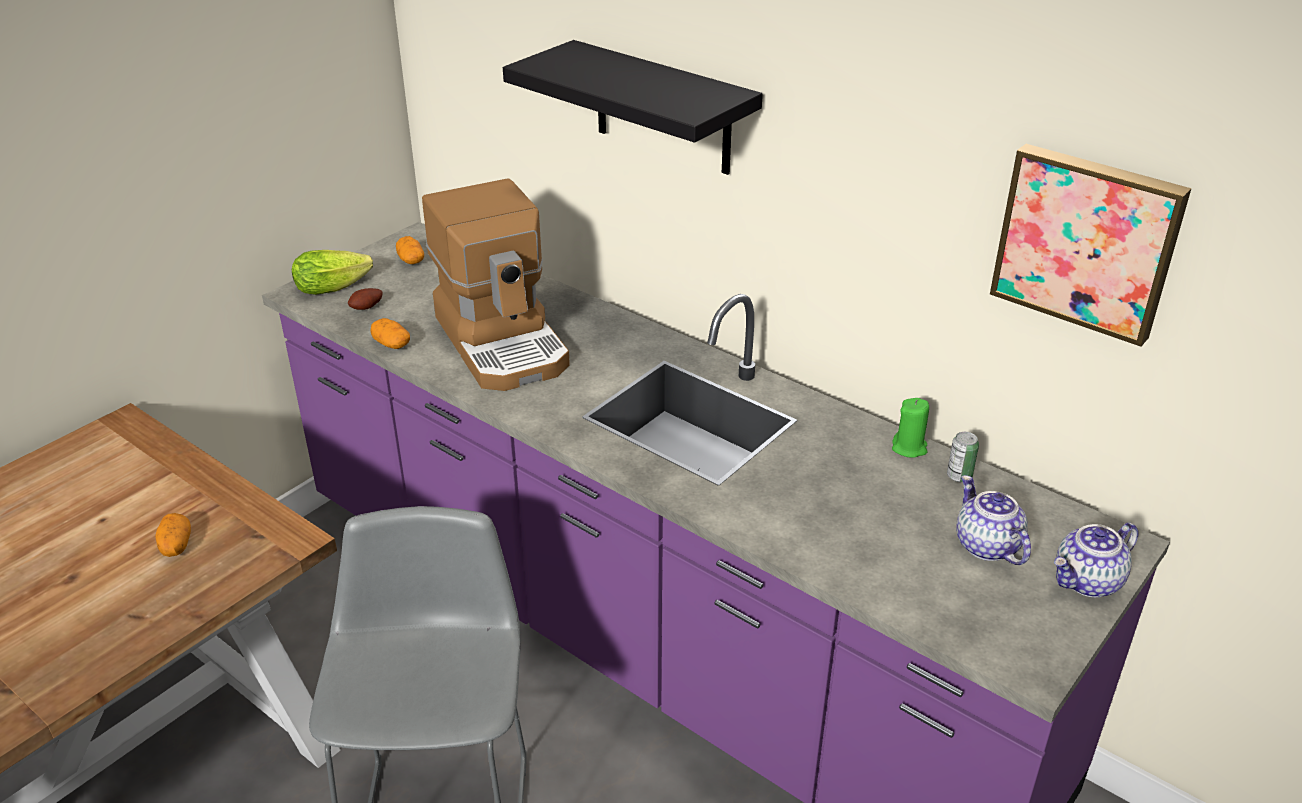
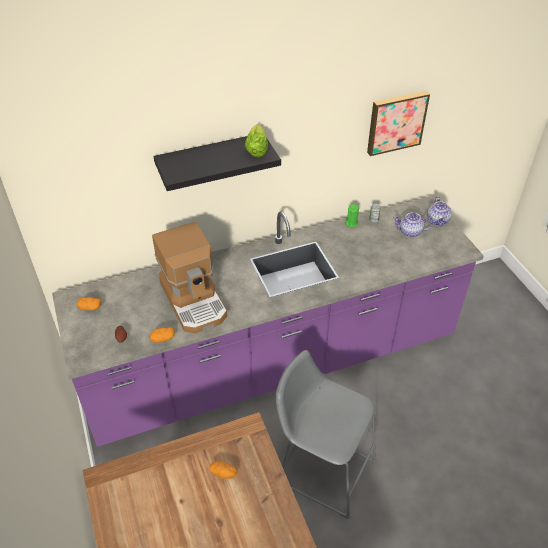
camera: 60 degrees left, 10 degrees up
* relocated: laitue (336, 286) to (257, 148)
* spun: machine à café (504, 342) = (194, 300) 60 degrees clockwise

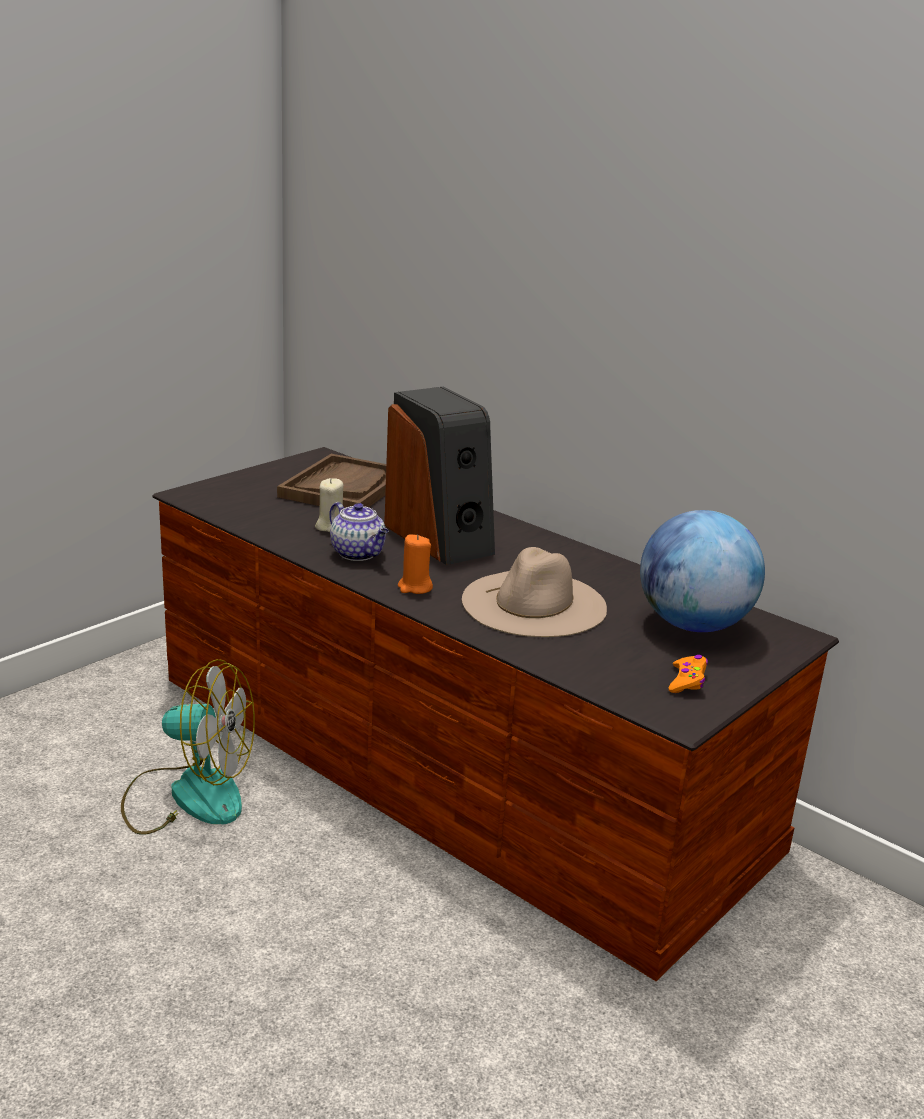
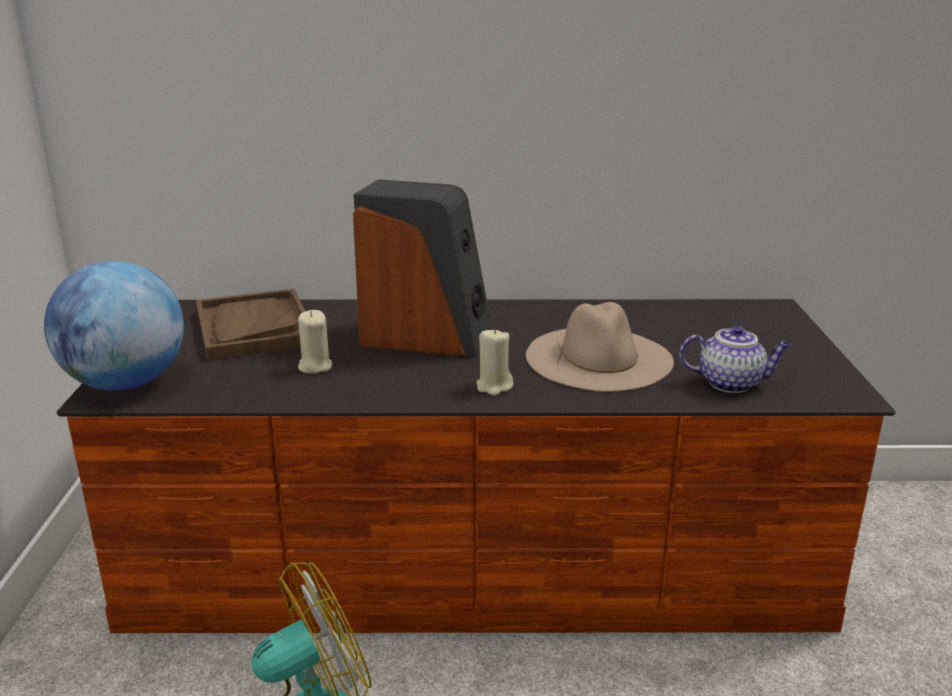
camera: 40 degrees left, 0 degrees up
* missing: manette/orange (687, 681)
* relocated: théière (359, 554) to (731, 383)
* relocated: globe (693, 625) to (126, 383)
* colour: bougie/orange (414, 587) to bougie/beige (494, 386)

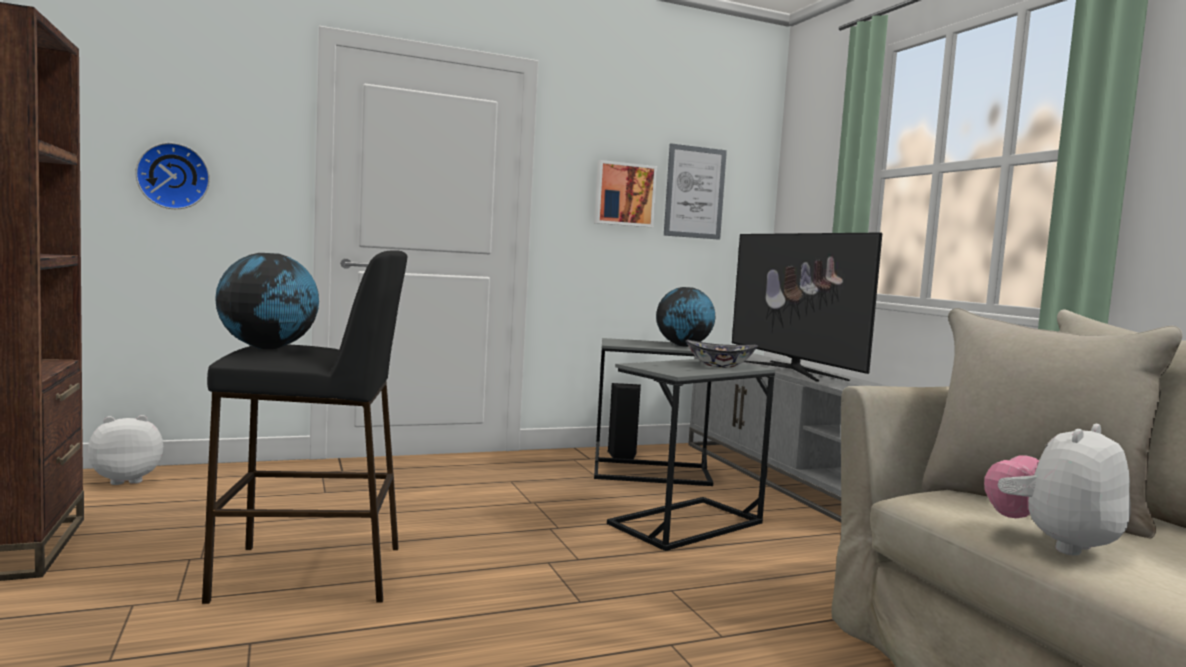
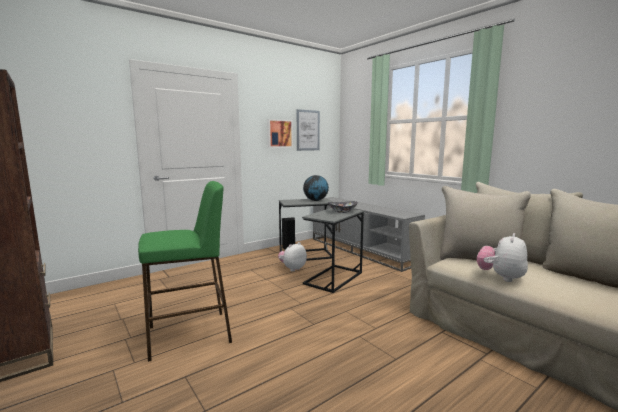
camera: 15 degrees left, 5 degrees up
* missing: horloge murale (174, 176)
* missing: globe (268, 348)
* missing: téléviseur (792, 370)
* relocated: peluche (127, 480) to (292, 268)
* colour: tabouret/noir (311, 573) to tabouret/vert (190, 334)

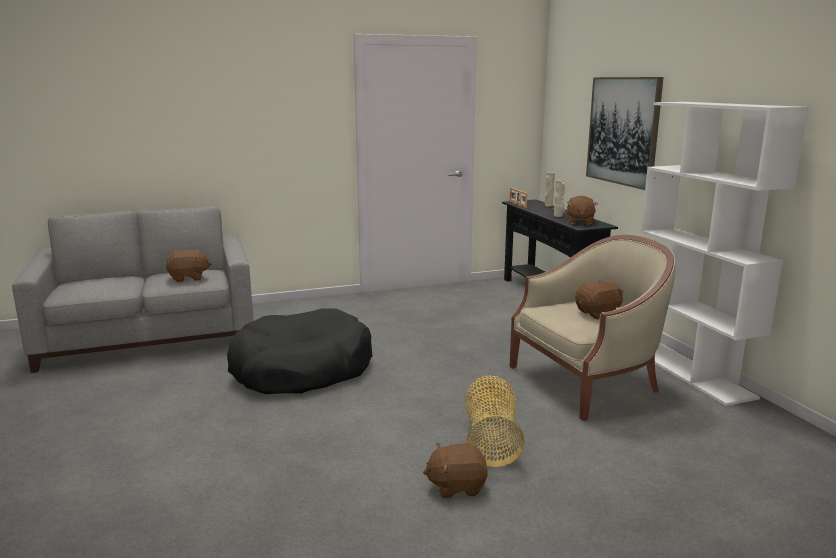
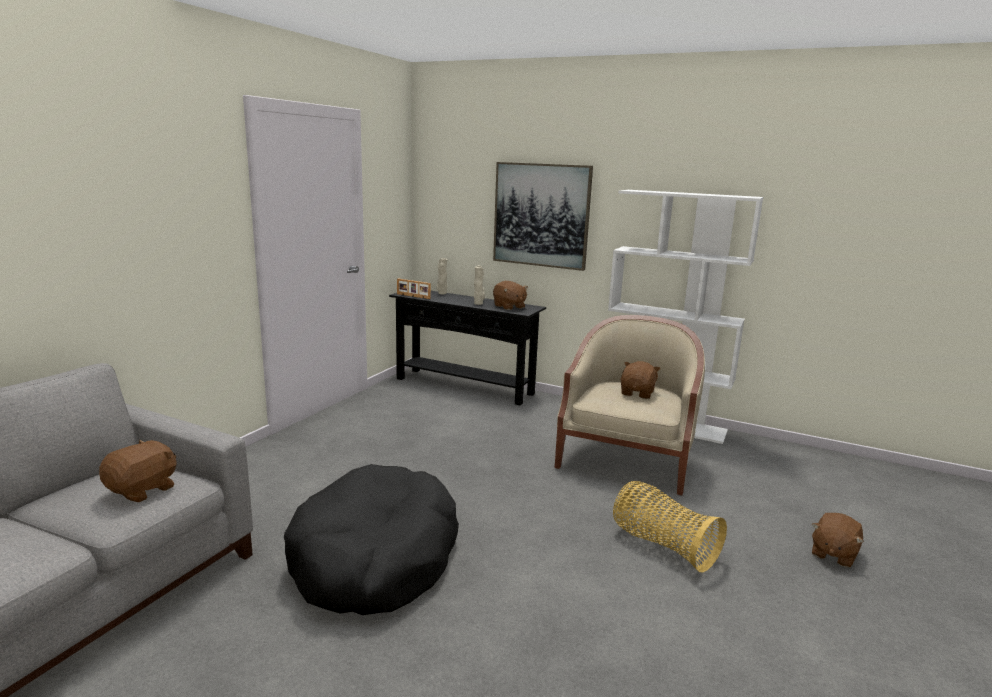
camera: 45 degrees left, 0 degrees up
* relocated: peluche/marron (456, 486) to (833, 554)

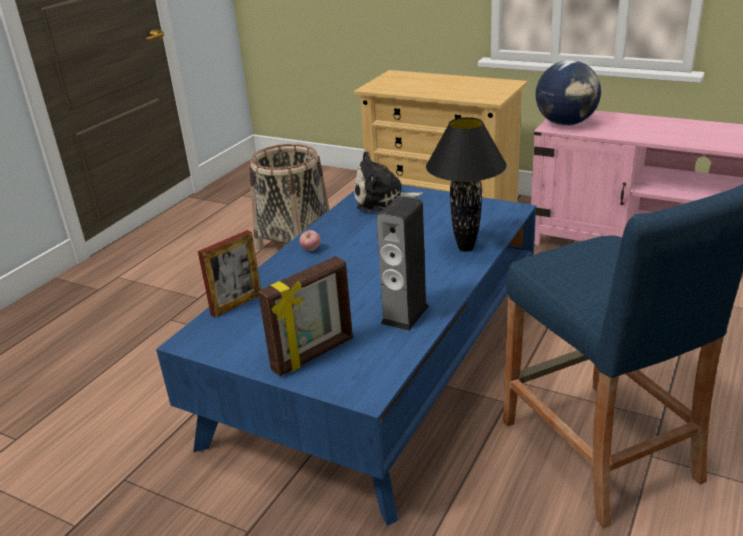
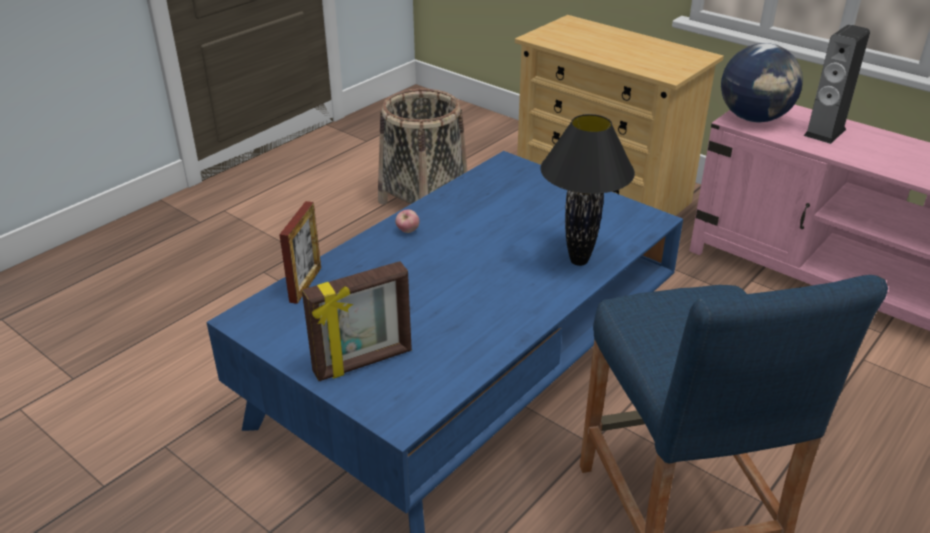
camera: 10 degrees right, 5 degrees up
* missing: peluche (383, 200)
* relocated: enceinte (405, 314) to (824, 132)
* spun: cadre photo (236, 304) = (305, 284) 45 degrees counterclockwise

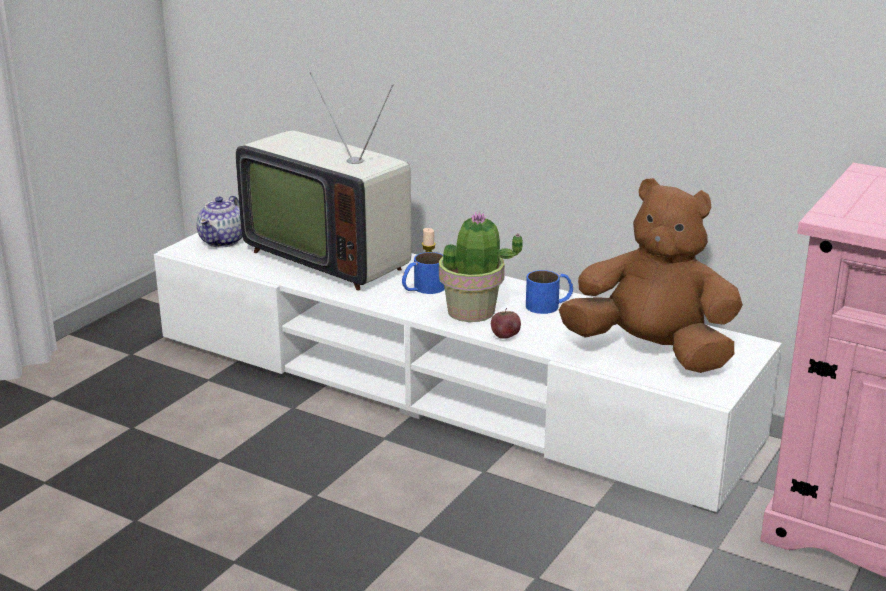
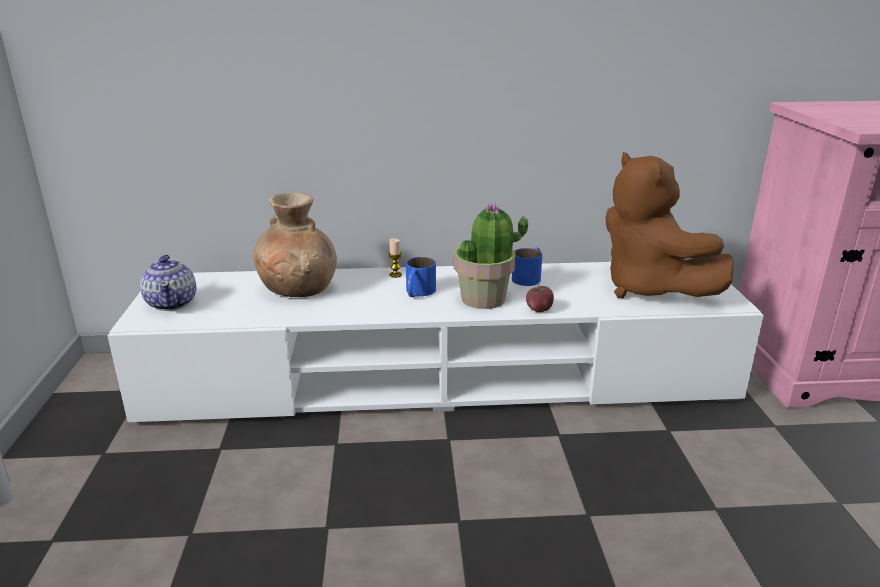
camera: 35 degrees left, 0 degrees up
* exchanged: téléviseur (330, 257) to vase/marron (299, 289)
* spun: peluche/marron (651, 352) = (649, 289) 105 degrees counterclockwise

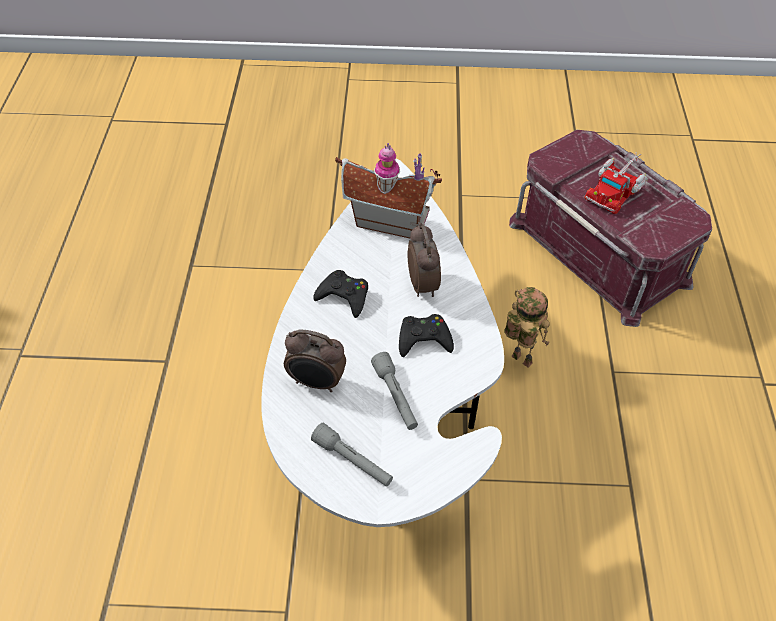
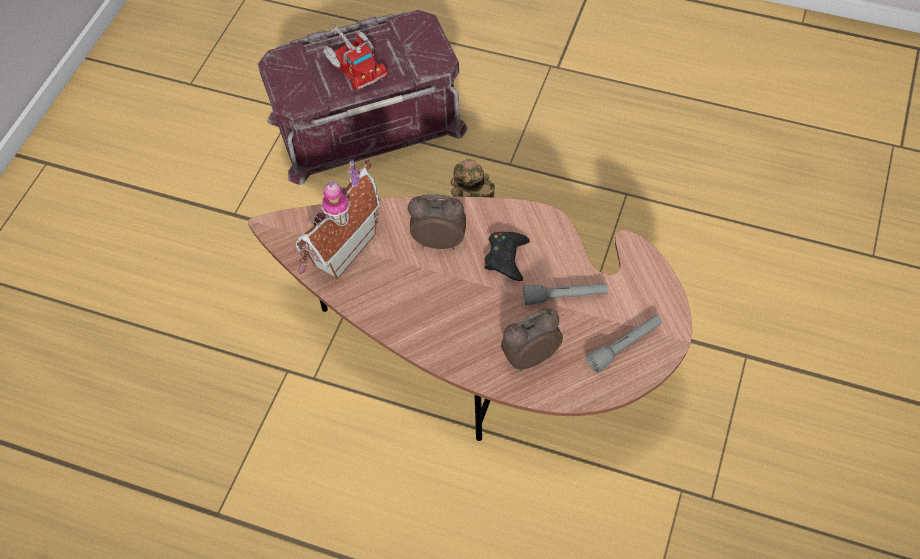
camera: 70 degrees left, 5 degrees up
* missing: manette/noir (344, 296)
* colour: table basse/blanc (384, 405) to table basse/marron (486, 357)
* spun: réveil (316, 382) = (529, 357) 150 degrees counterclockwise

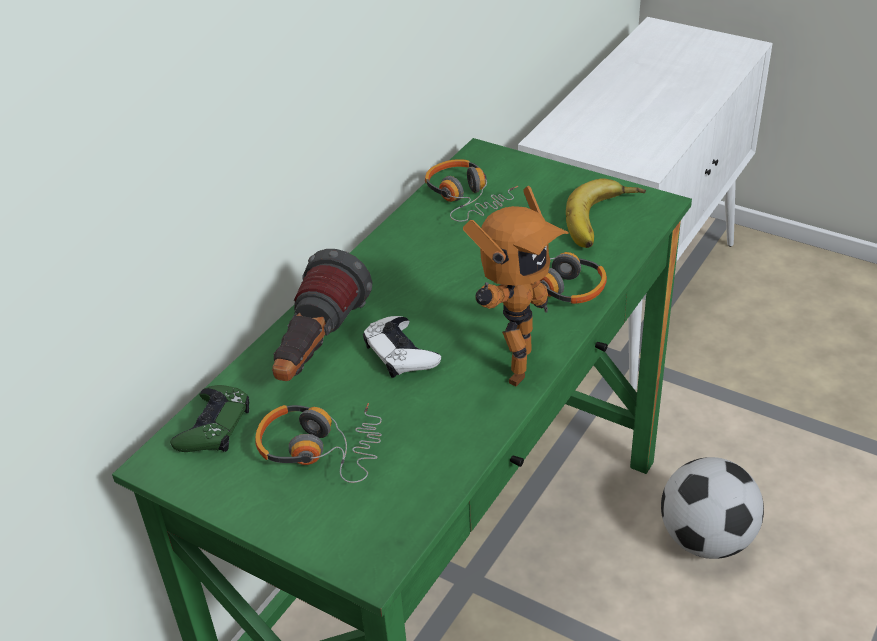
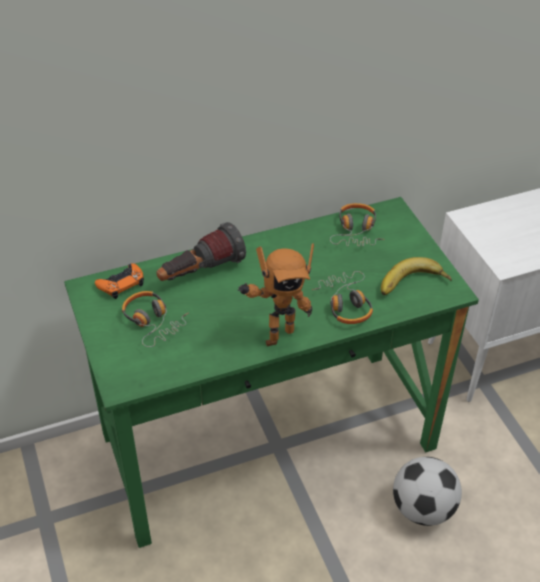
camera: 35 degrees right, 5 degrees up
* missing: manette/blanc (400, 353)
* colour: manette/vert (214, 426) to manette/orange (121, 284)

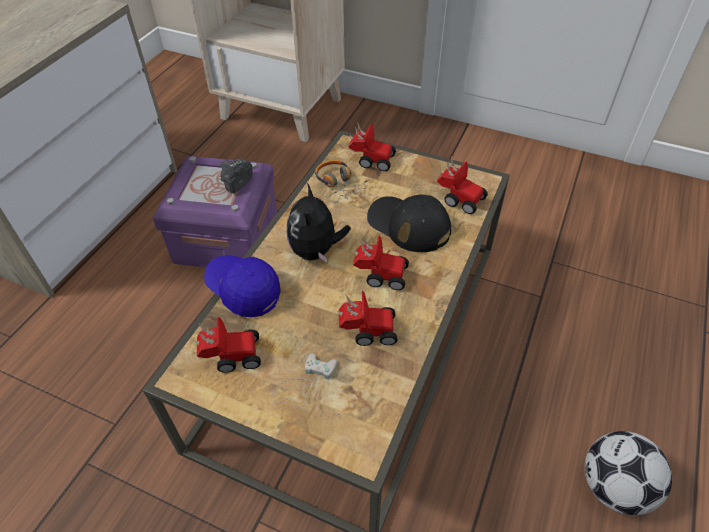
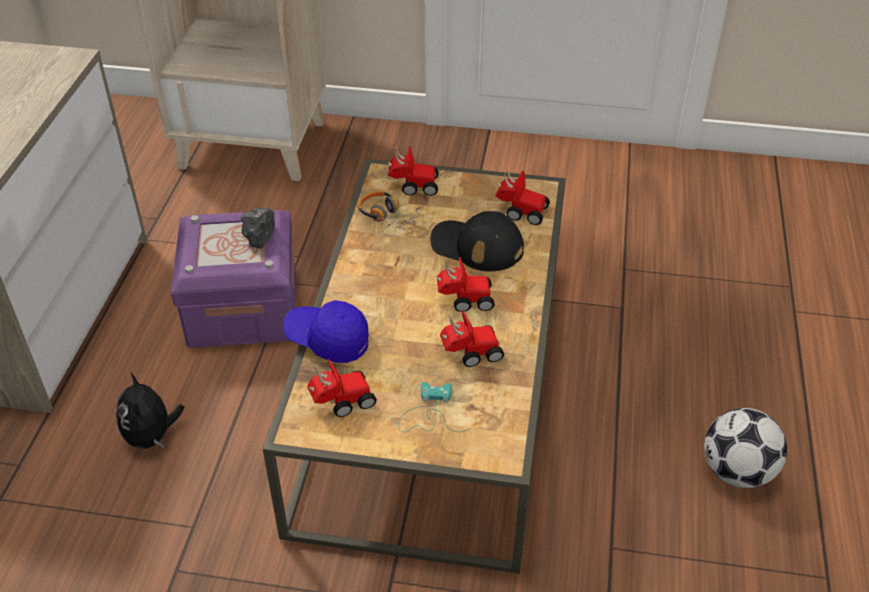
camera: 15 degrees left, 5 degrees down
* relocated: peluche (316, 251) to (152, 436)
* colour: manette/blanc (307, 387) to manette/turquoise (429, 413)

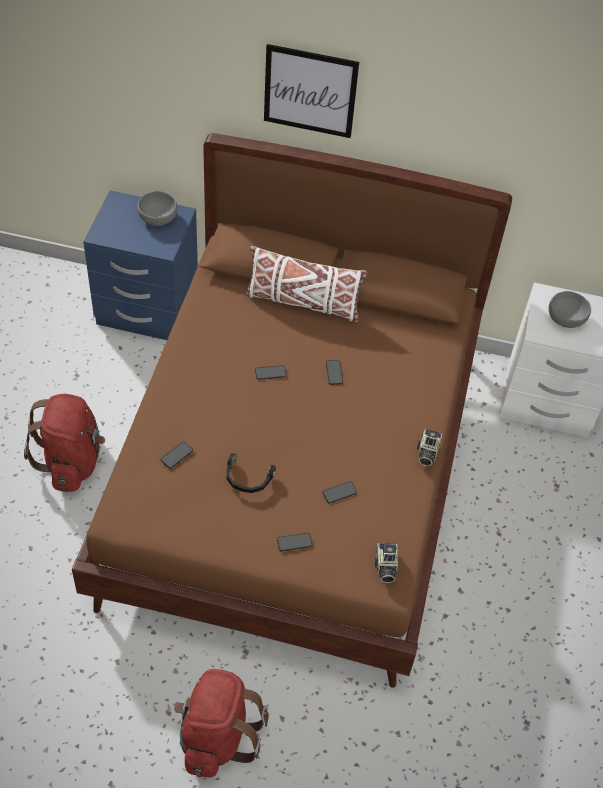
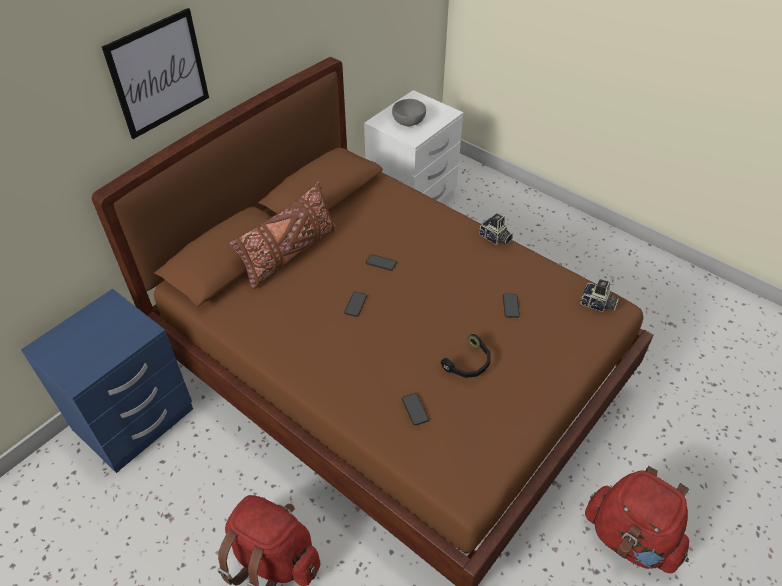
camera: 60 degrees left, 5 degrees down
* missing: bol/gris (157, 217)
* missing: téléphone (294, 542)
* colour: coussin/blanc (303, 302) to coussin/marron (289, 254)

